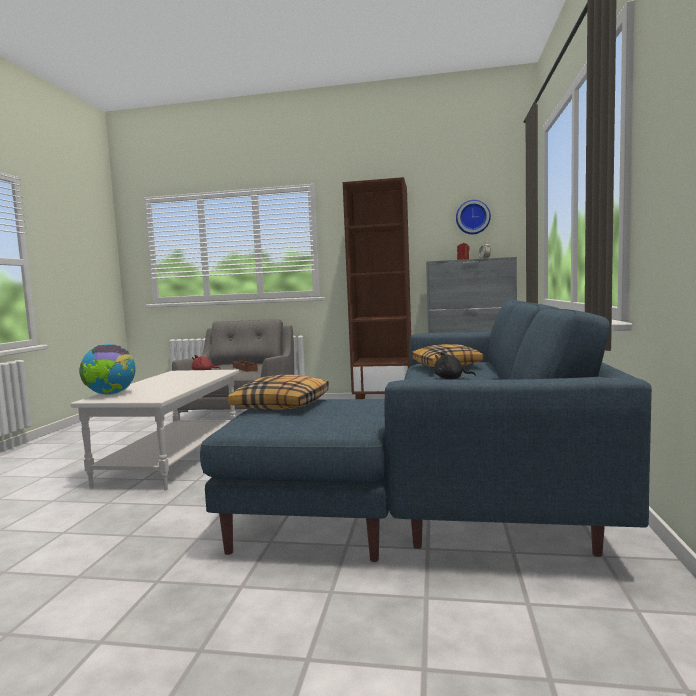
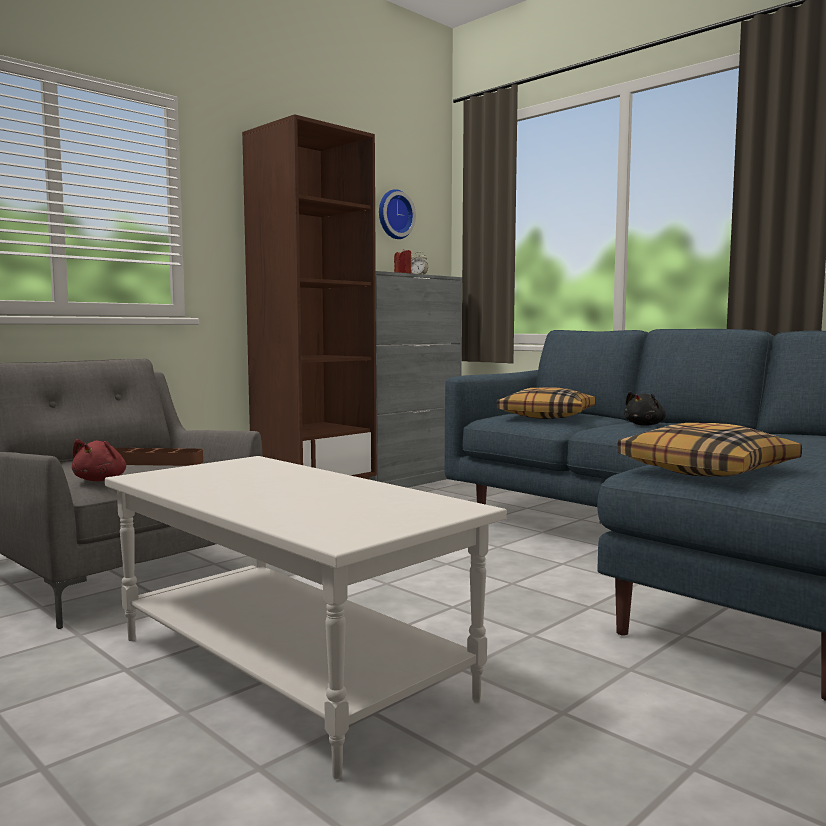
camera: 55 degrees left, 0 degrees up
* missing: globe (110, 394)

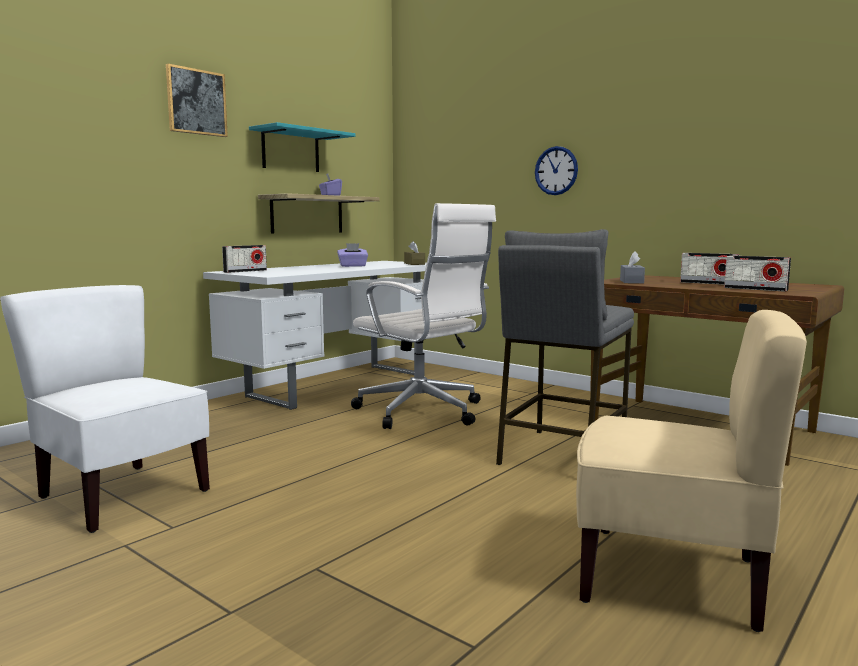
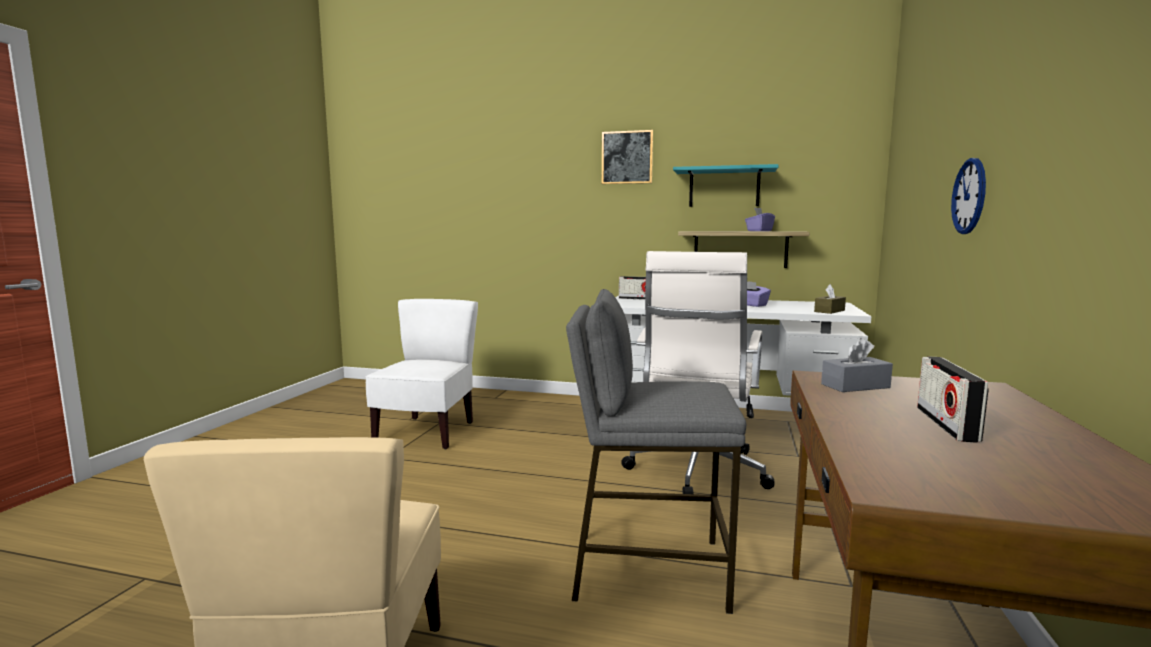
camera: 65 degrees right, 0 degrees up
* missing: radio (755, 289)

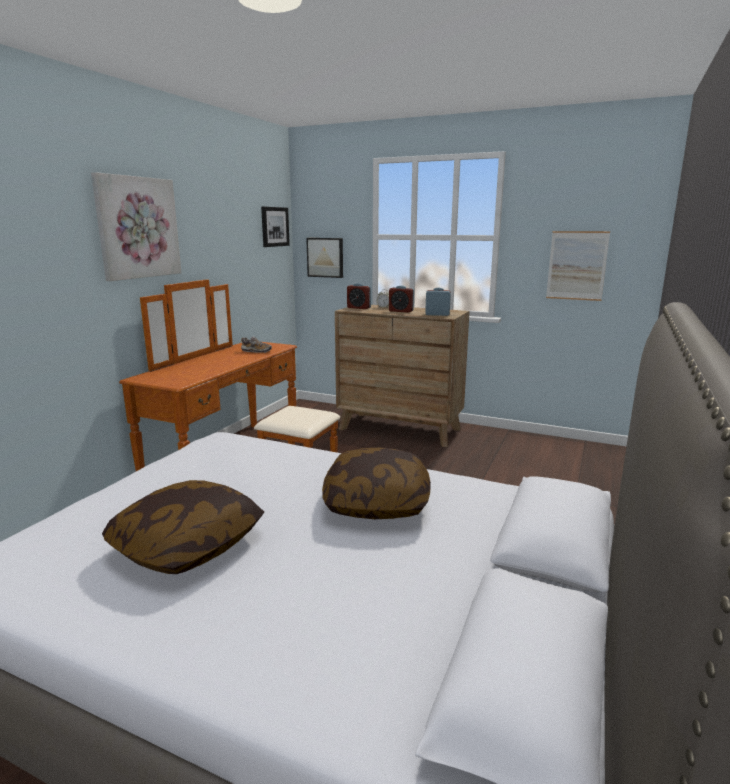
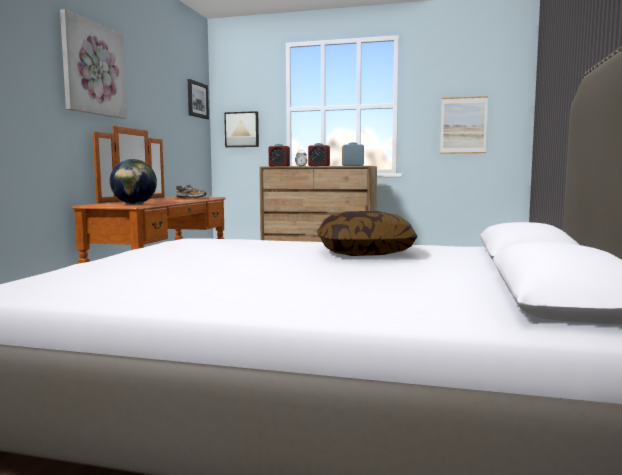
camera: 10 degrees left, 10 degrees down
* missing: coussin (188, 546)
* appeared: globe (134, 204)

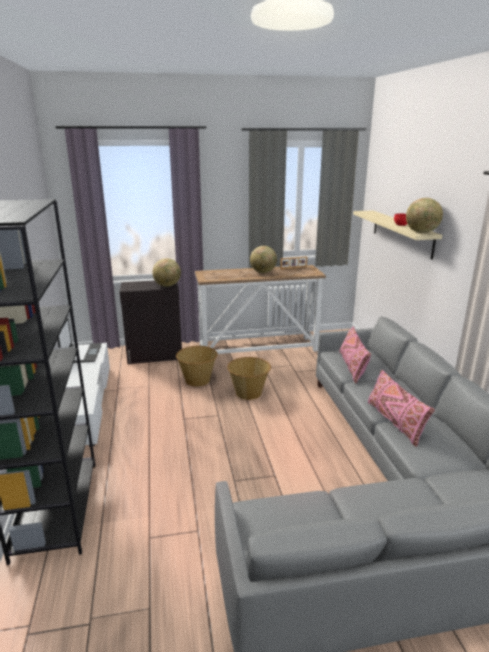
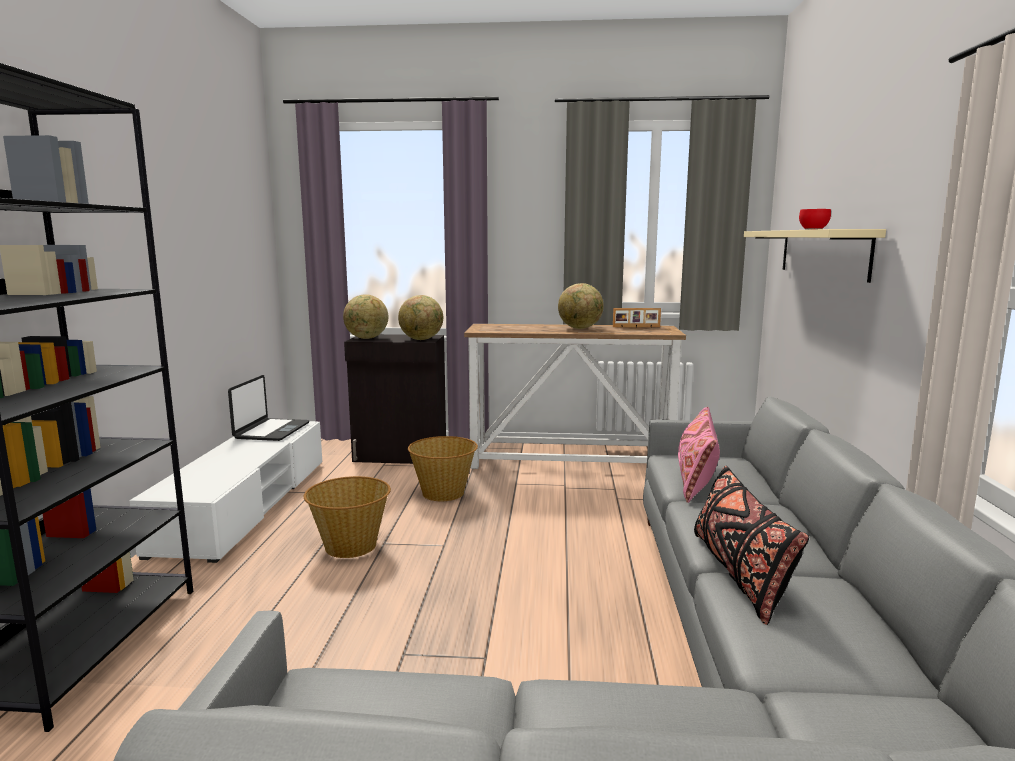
camera: 15 degrees right, 10 degrees down
* relocated: panier (248, 393) to (350, 546)
* relocated: globe (421, 232) to (366, 338)
* colour: coussin/rose (395, 422) to coussin/noir (739, 573)

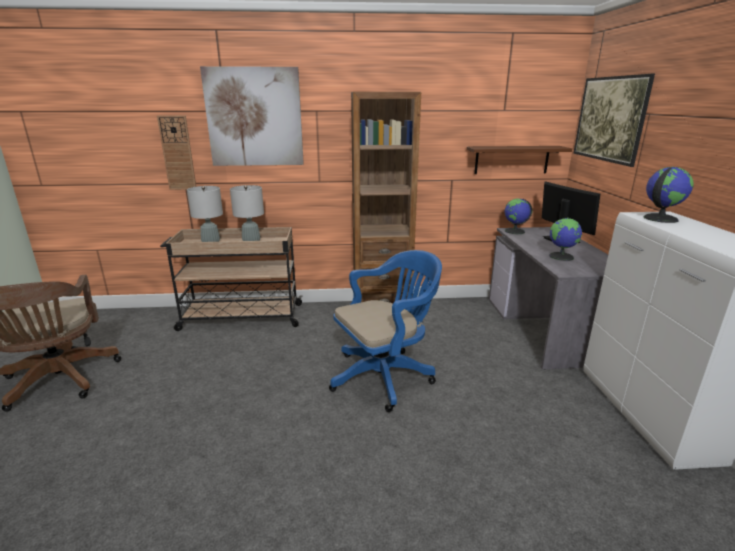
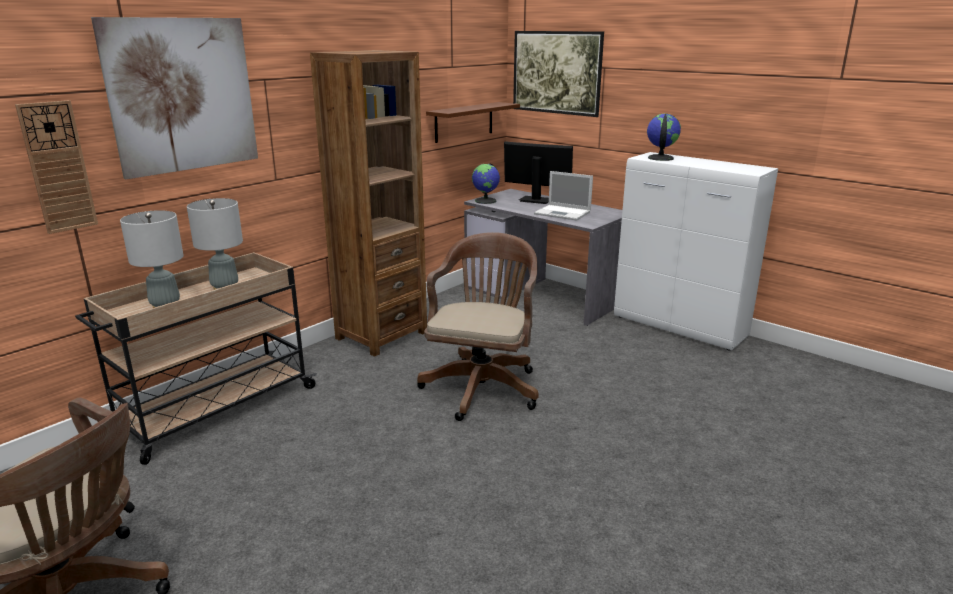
camera: 45 degrees left, 0 degrees up
* exchanged: globe (561, 256) to ordinateur portable (563, 213)
* colour: chaise de bureau/bleu (385, 375) to chaise de bureau/marron (483, 386)

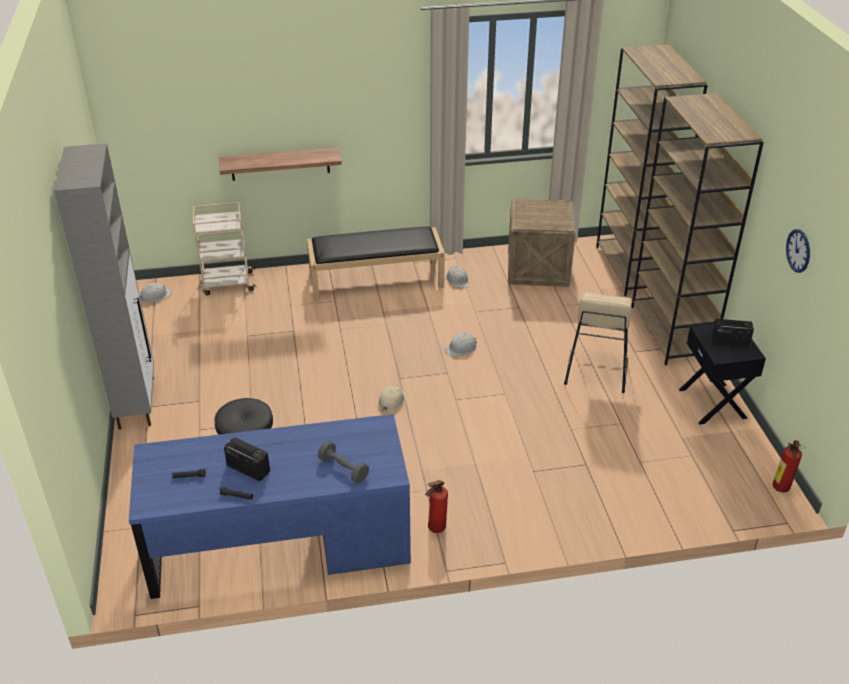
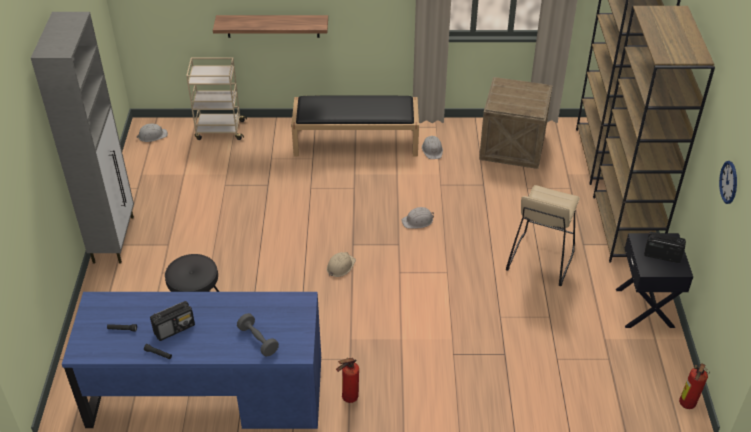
camera: 10 degrees right, 5 degrees up
* spun: radio (248, 469) = (174, 329) 105 degrees clockwise

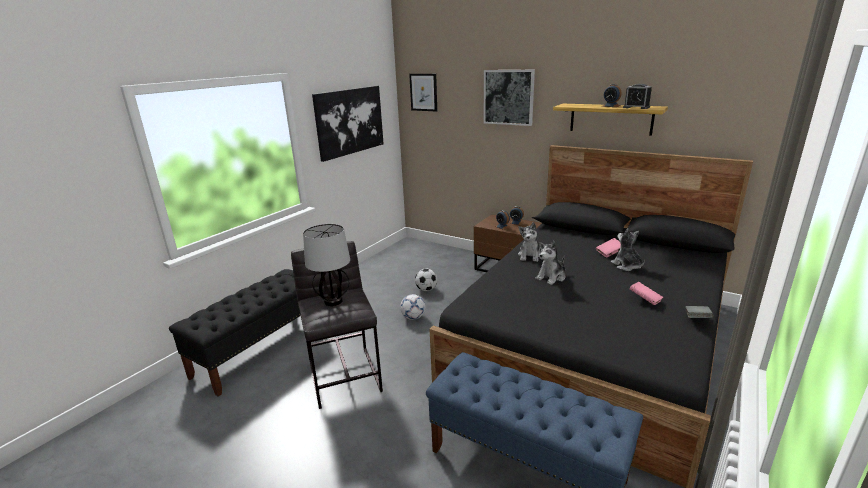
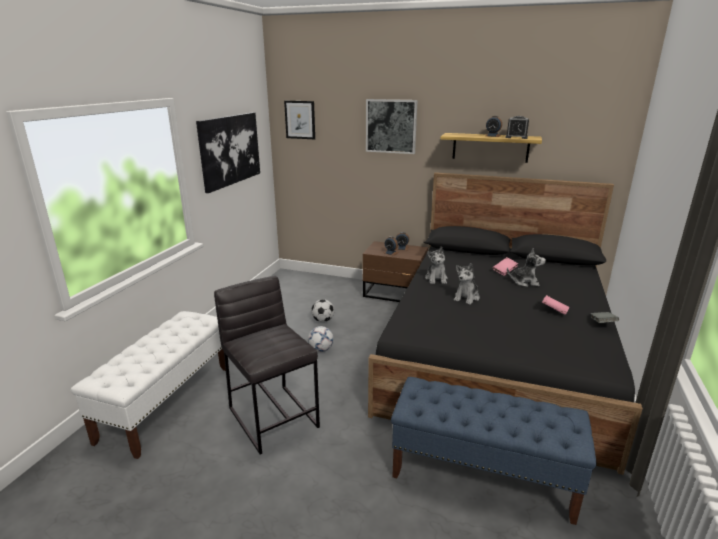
camera: 15 degrees left, 0 degrees up
* missing: lampe de table (333, 301)
* colour: banc/noir (261, 350) to banc/blanc (167, 402)
* spun: peluche (626, 266) = (524, 282) 135 degrees clockwise

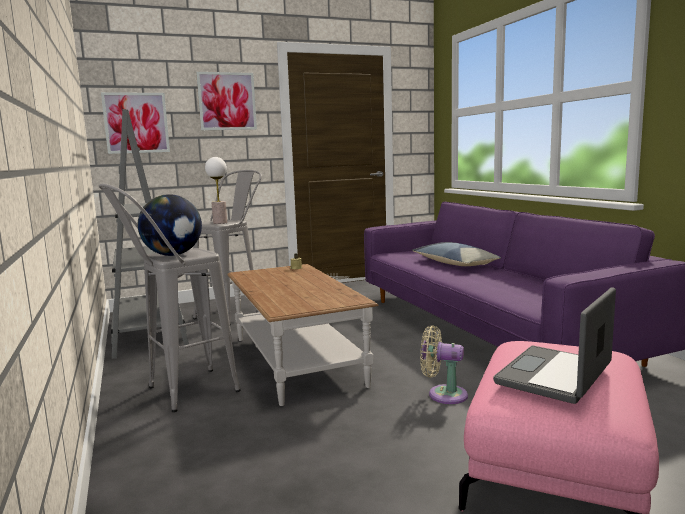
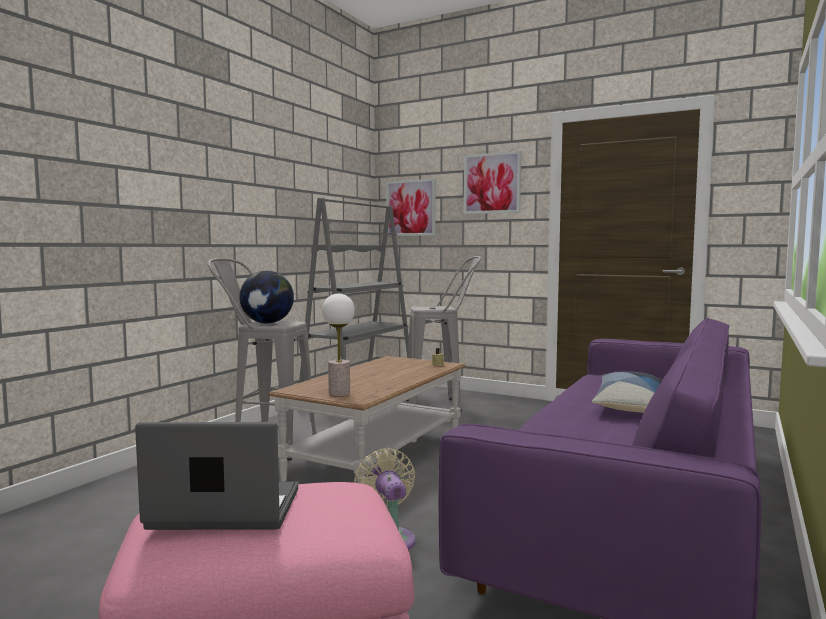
camera: 50 degrees right, 5 degrees down
* relocated: lampe de table (220, 223) to (339, 393)

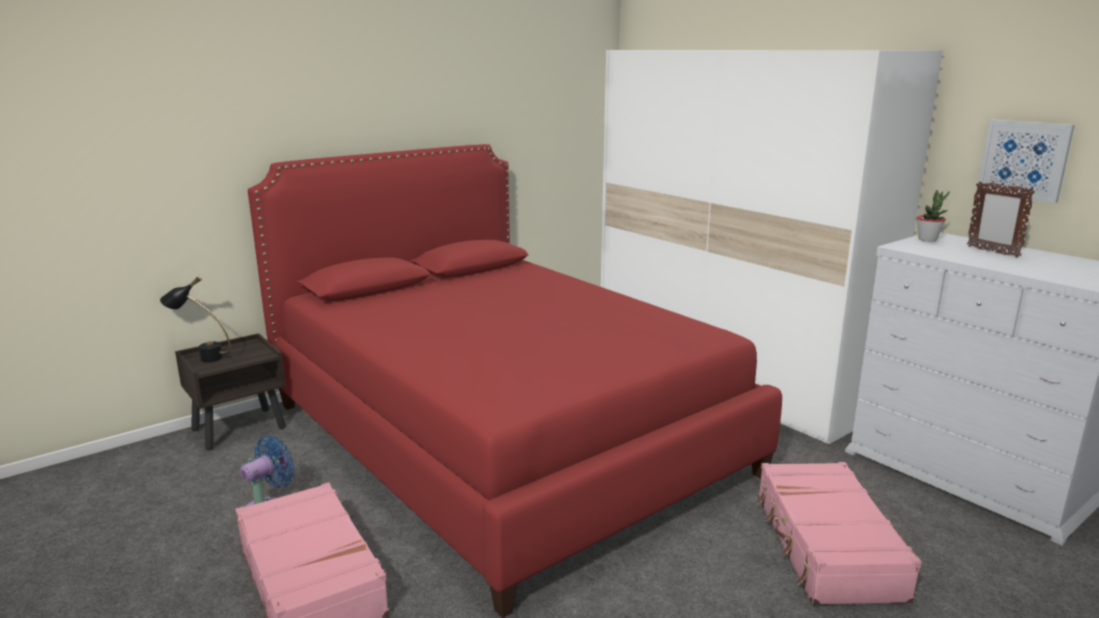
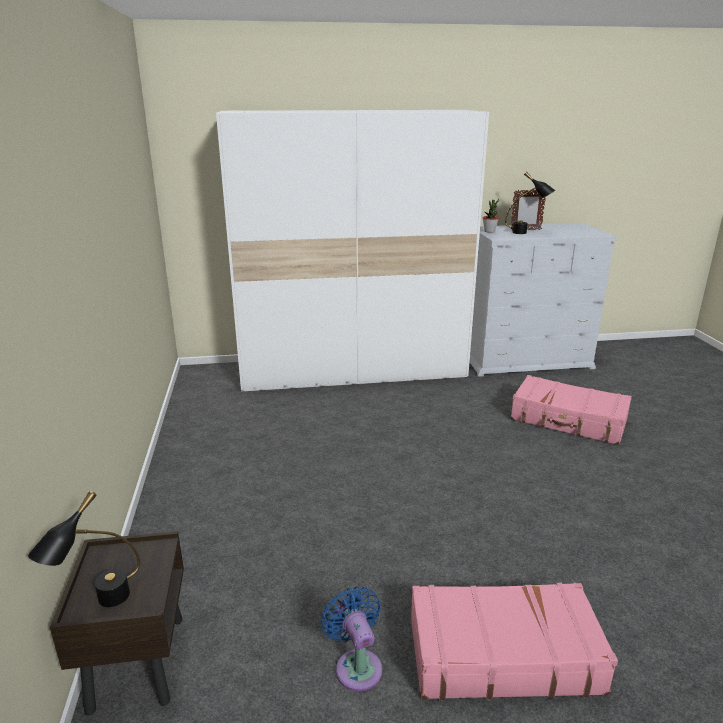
camera: 60 degrees left, 5 degrees up
* missing: lit/rouge (502, 436)
* missing: tableau (1024, 160)
* appeared: lampe de table/noir (526, 233)

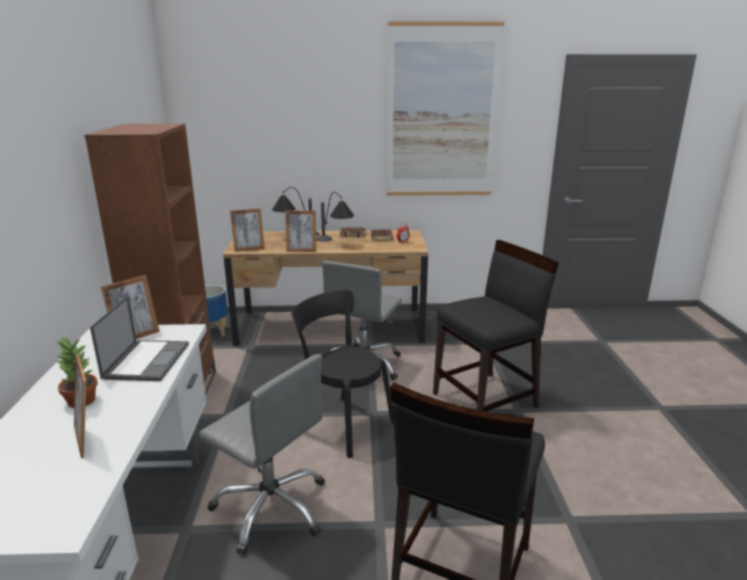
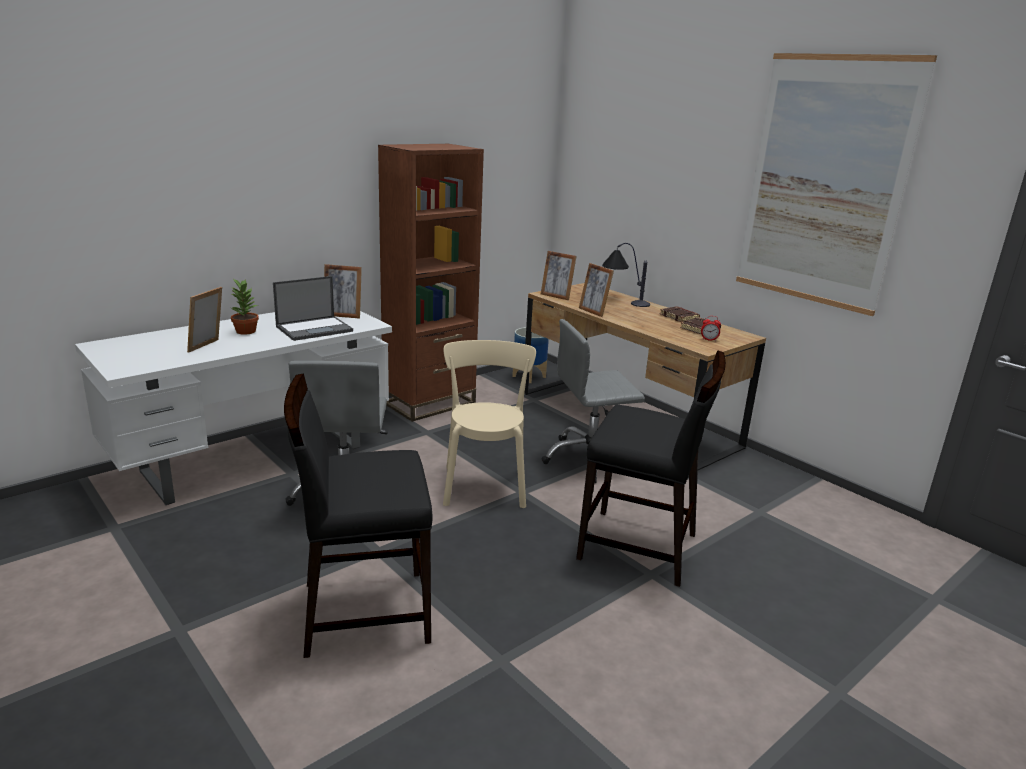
camera: 50 degrees right, 0 degrees up
* missing: lampe de table (335, 242)
* colour: chaise/noir (342, 423) to chaise/beige (485, 483)

